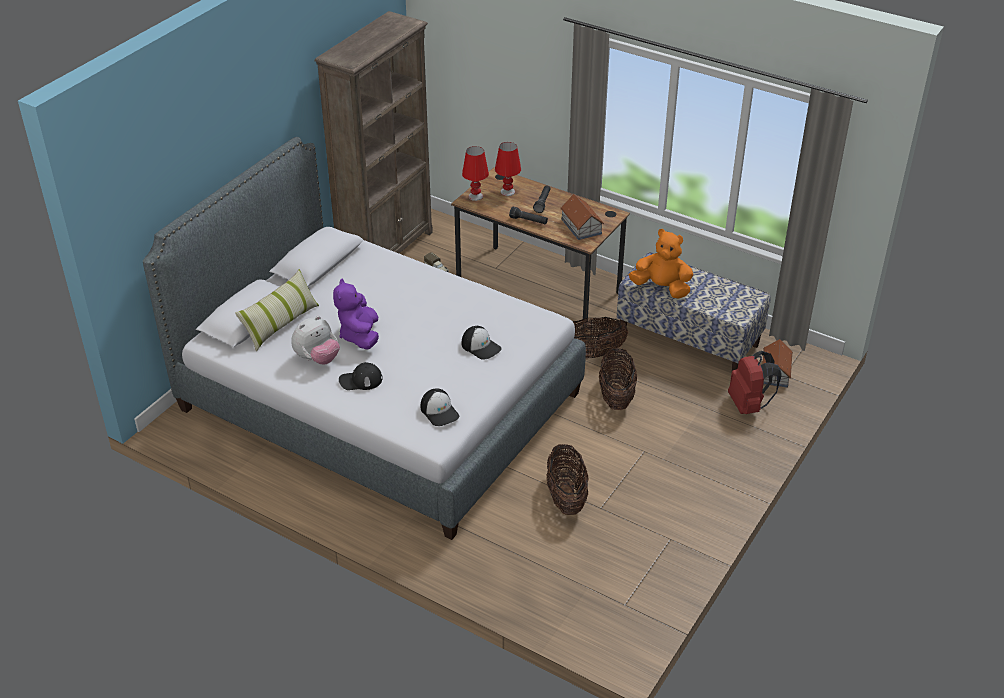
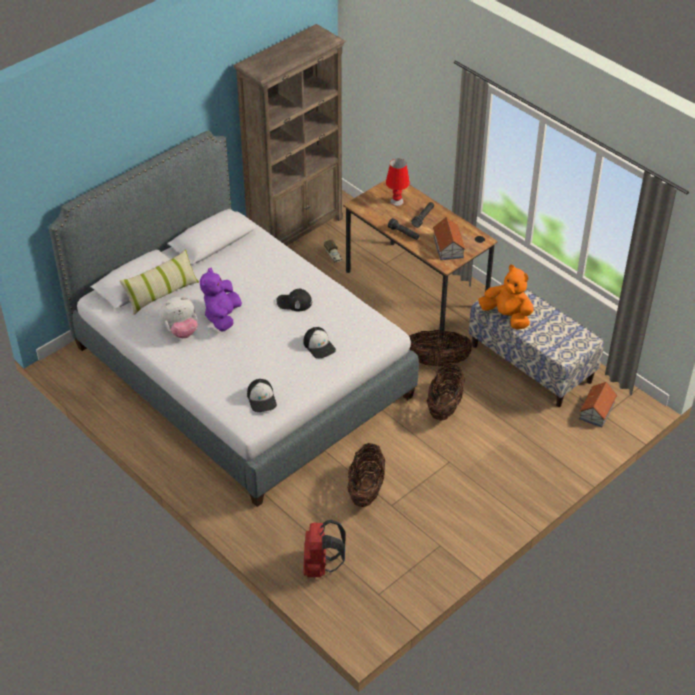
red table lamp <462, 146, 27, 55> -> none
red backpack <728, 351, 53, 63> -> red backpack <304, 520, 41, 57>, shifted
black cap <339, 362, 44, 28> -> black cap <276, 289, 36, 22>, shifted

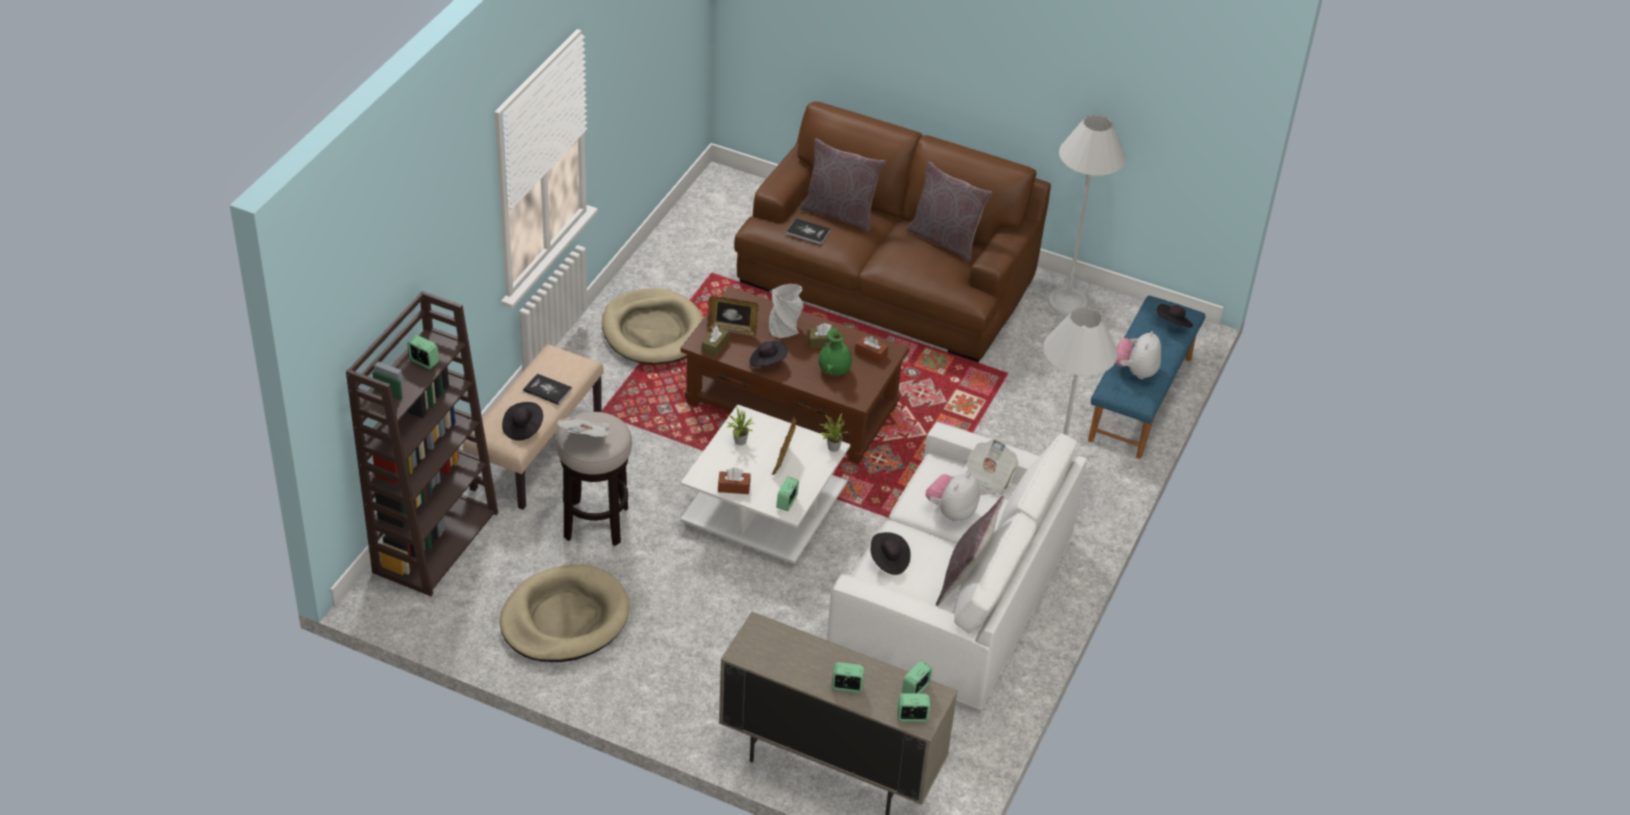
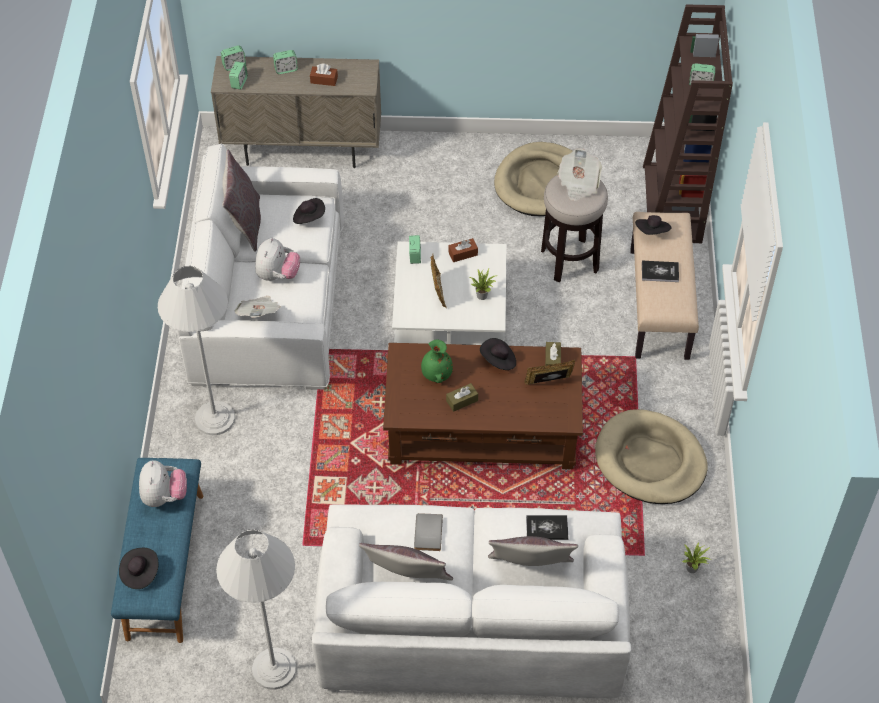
brown sofa <734, 102, 317, 260> -> white sofa <312, 504, 319, 194>
grey vase <769, 284, 35, 54> -> none
brown tissue box <855, 335, 33, 29> -> brown tissue box <310, 63, 28, 23>, shifted
potted plant <819, 413, 29, 39> -> potted plant <682, 542, 29, 31>, shifted
none -> grey book <414, 513, 29, 38>

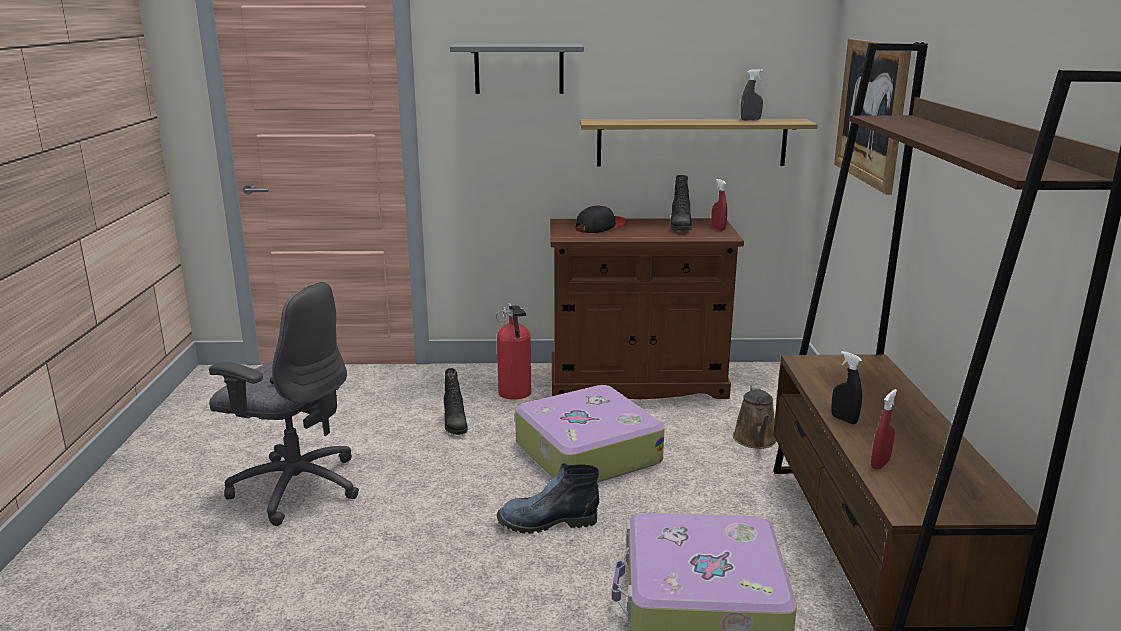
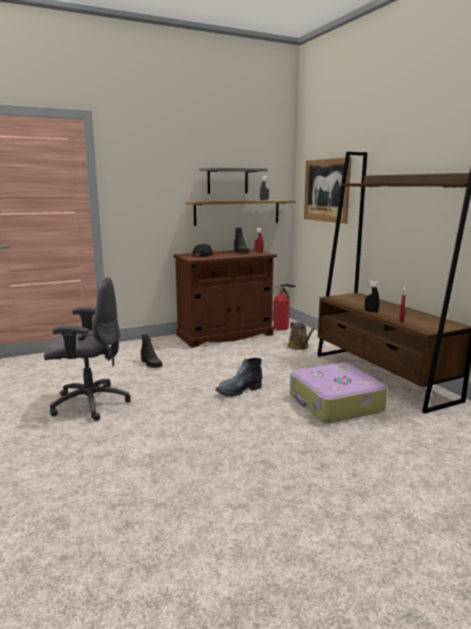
grey shelf <450, 43, 134, 51> -> grey shelf <199, 168, 69, 26>, shifted
fire extinguisher <496, 303, 35, 97> -> fire extinguisher <273, 284, 23, 46>, shifted
suitcase <515, 385, 150, 98> -> none

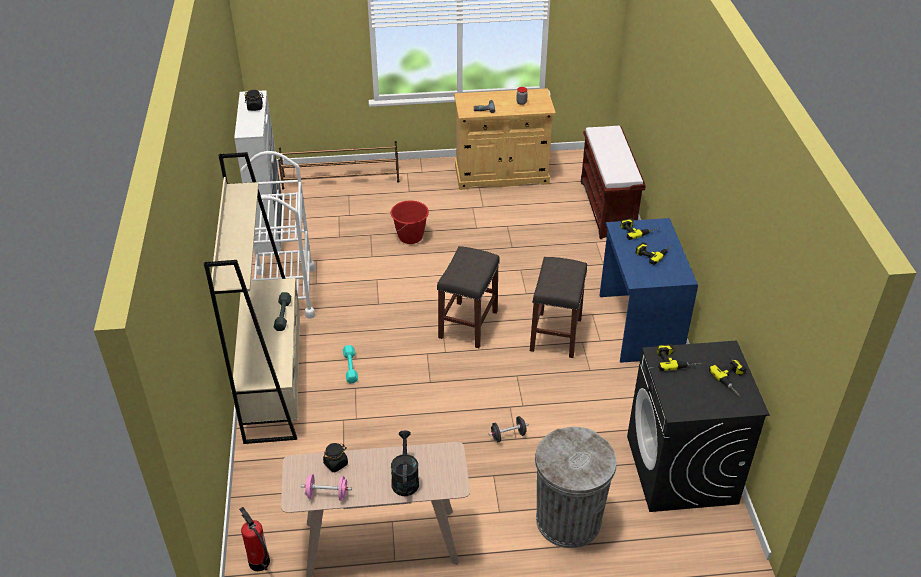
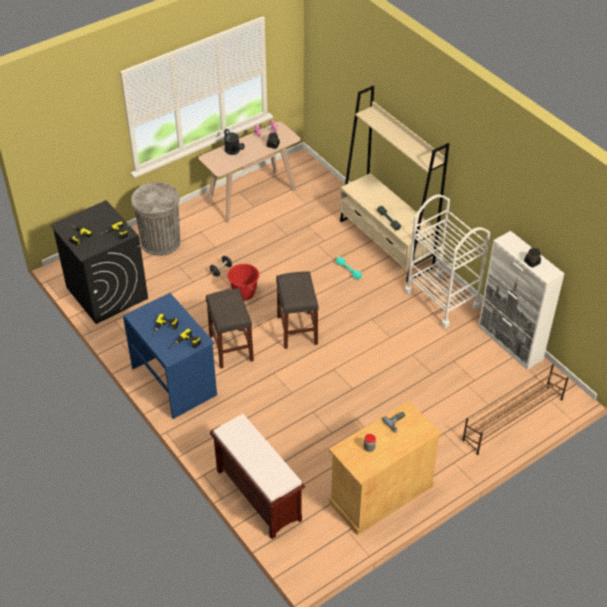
red bucket <391, 200, 38, 44> -> red bucket <227, 264, 32, 37>, shifted
fire extinguisher <239, 507, 31, 64> -> none

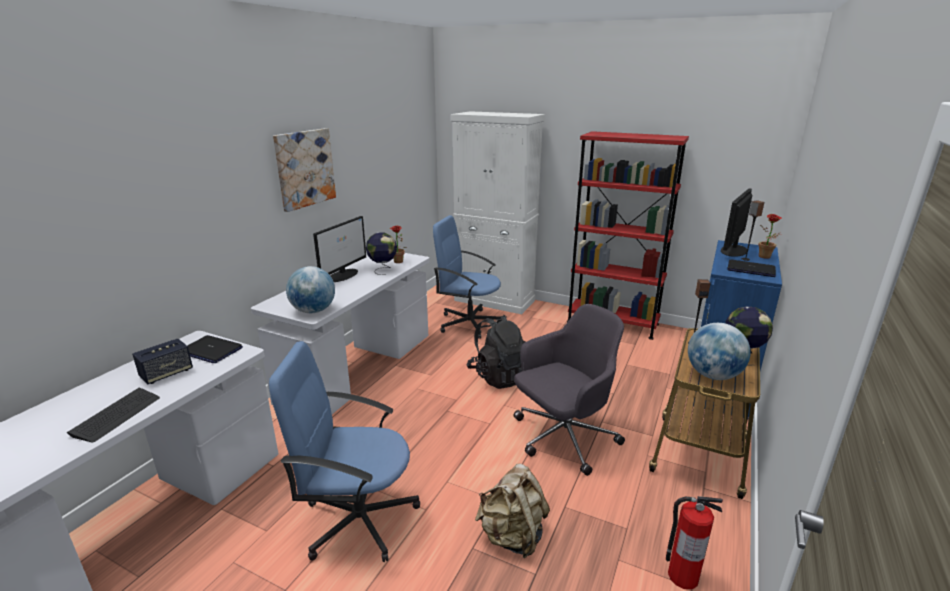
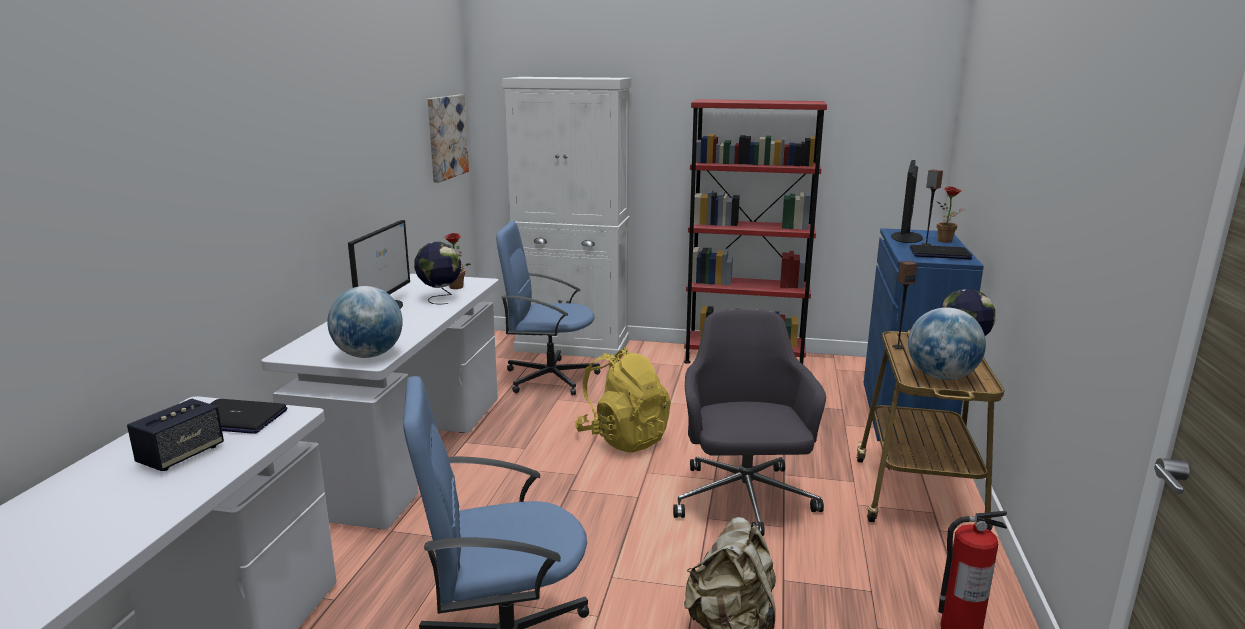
picture <273, 128, 63, 84> -> picture <428, 95, 41, 88>, shifted
grey office chair <514, 304, 111, 172> -> grey office chair <673, 309, 153, 227>, 45 degrees counterclockwise
black backpack <467, 314, 58, 75> -> yellow backpack <575, 347, 96, 106>
keyboard <67, 388, 93, 55> -> none

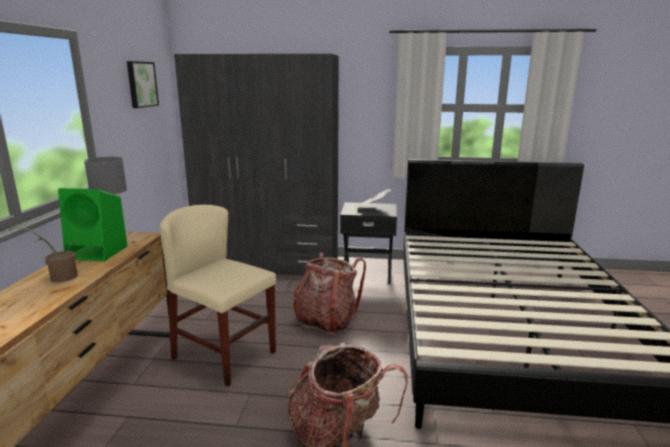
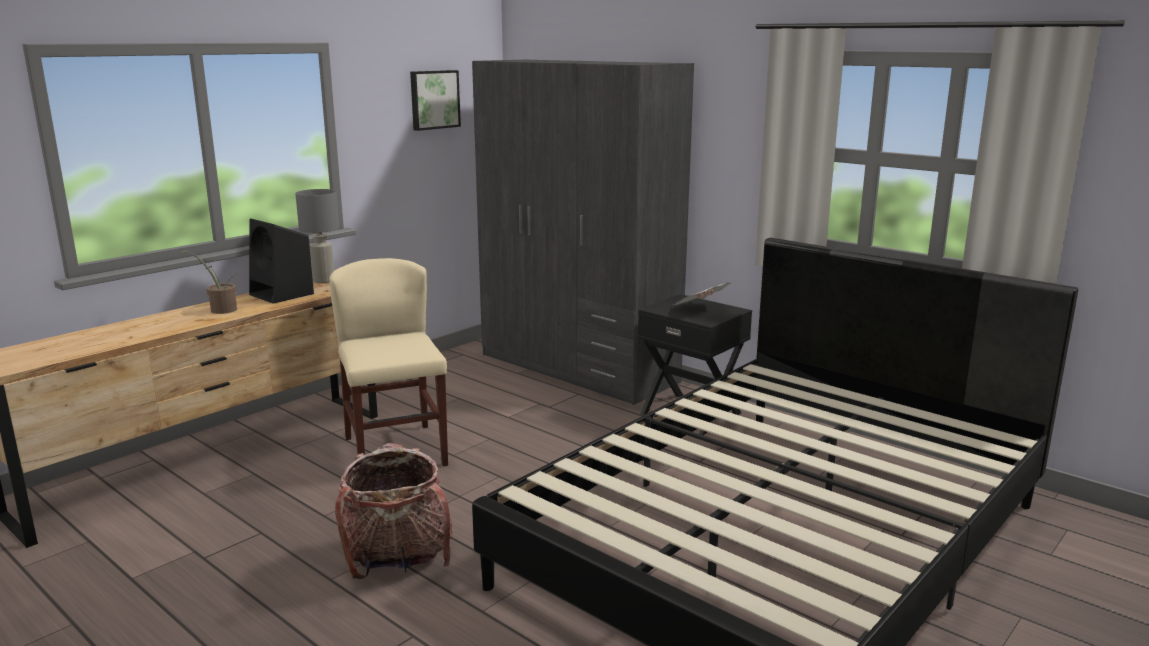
green speaker <58, 188, 69, 73> -> black speaker <249, 218, 65, 86>
backpack <293, 252, 73, 82> -> none

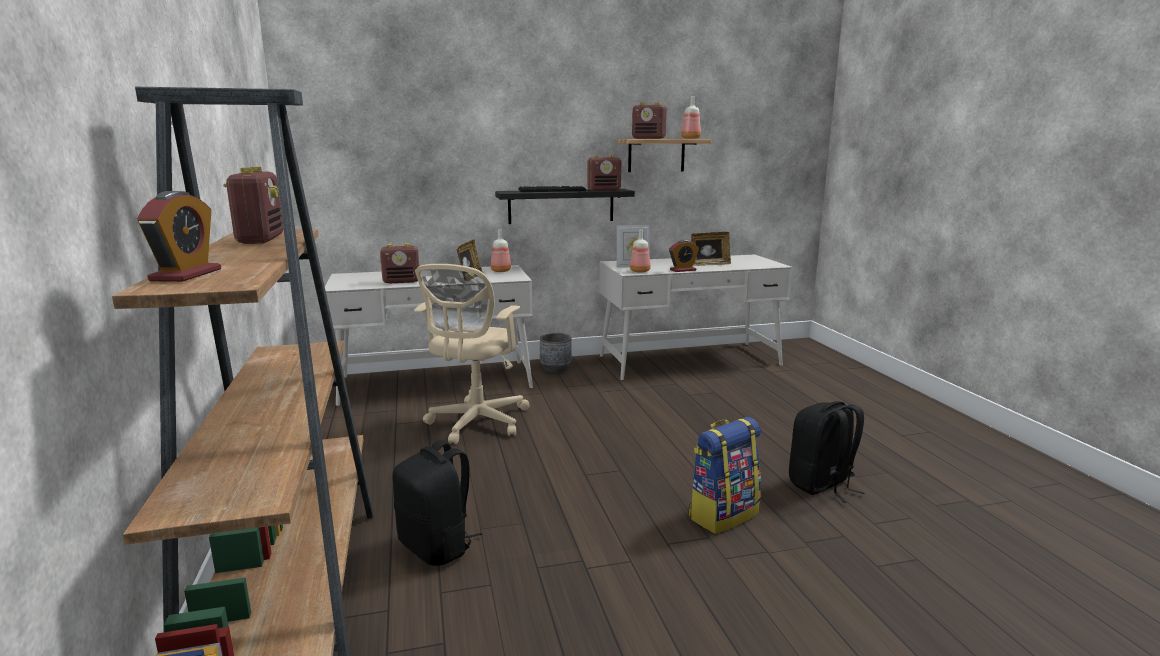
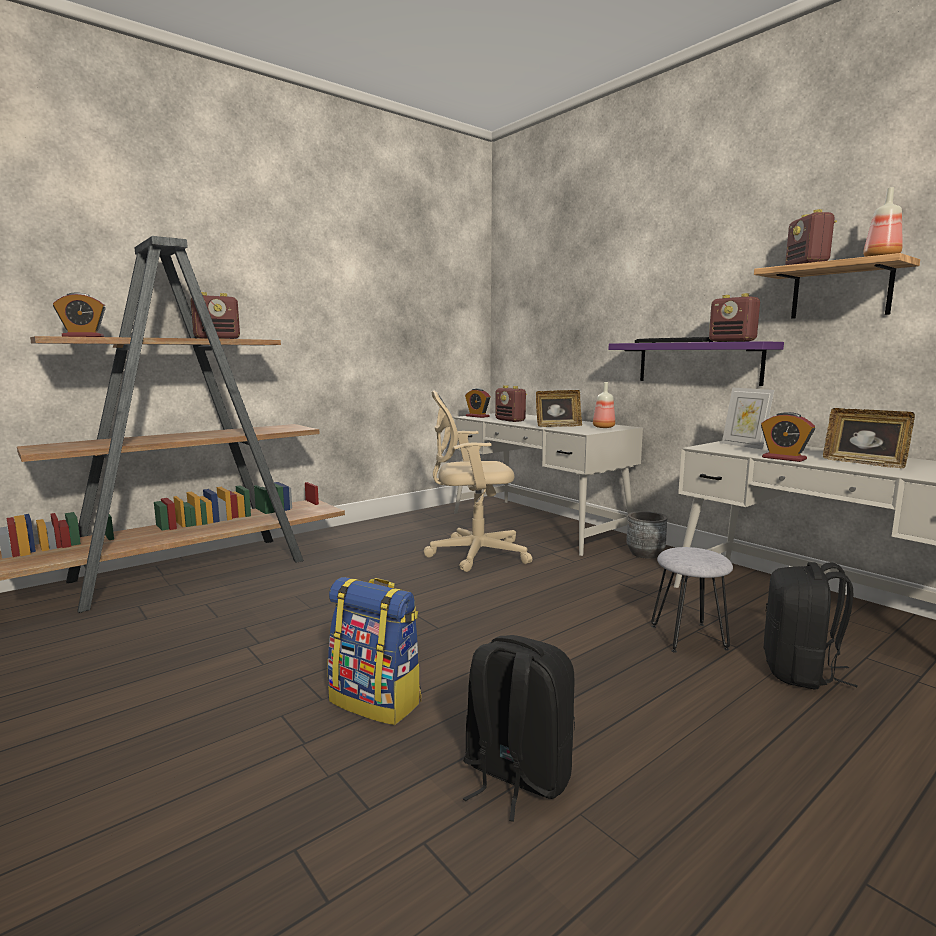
black shelf <495, 189, 140, 35> -> purple shelf <608, 341, 176, 45>
bottle <630, 229, 21, 44> -> none
black backpack <392, 440, 90, 126> -> black backpack <764, 562, 94, 127>, shifted
none -> alarm clock <465, 388, 25, 30>
none -> grey stool <651, 547, 82, 106>

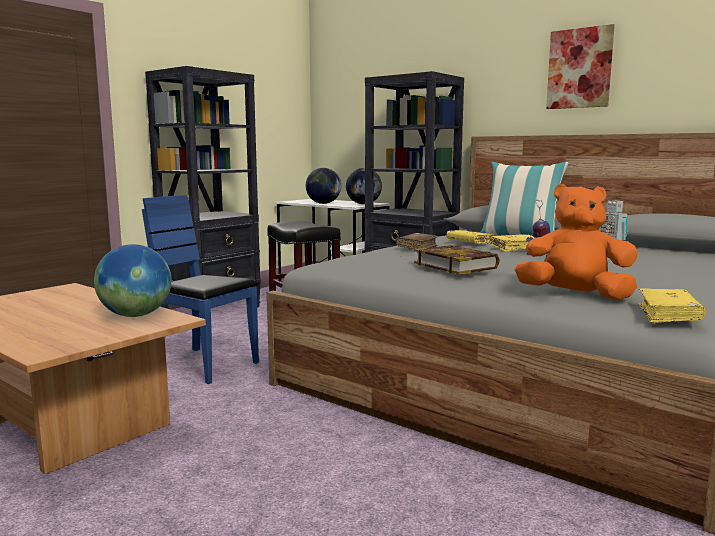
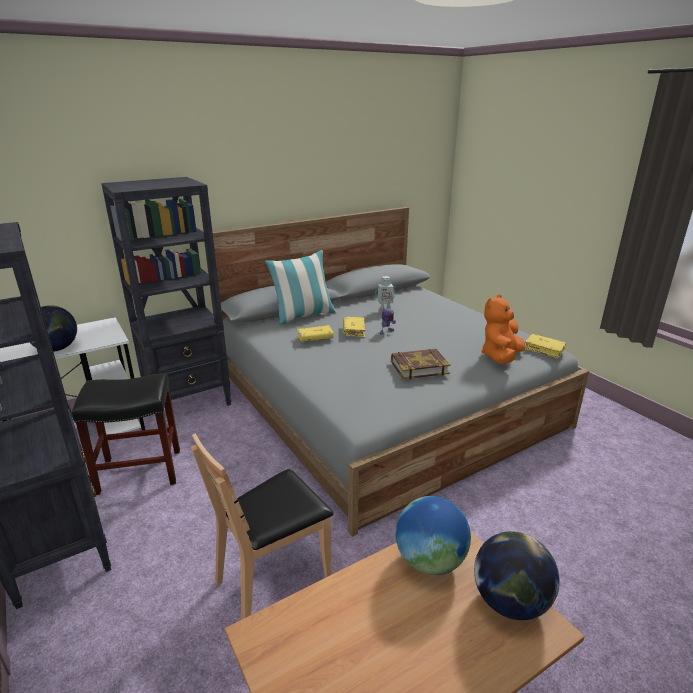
picture <546, 24, 69, 85> -> none
globe <346, 168, 36, 36> -> globe <474, 531, 86, 89>, shifted
blue chair <142, 195, 117, 189> -> brown chair <191, 433, 142, 187>
brown book <396, 233, 42, 16> -> none

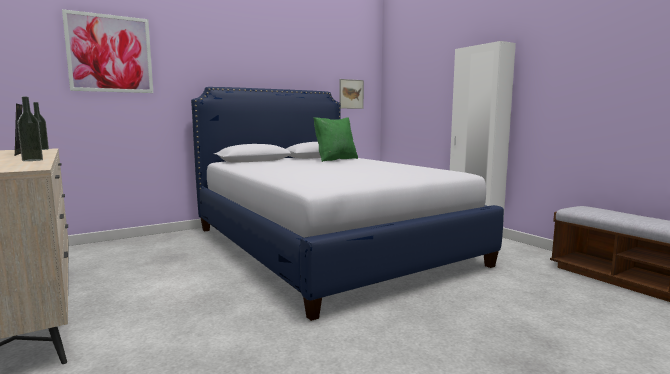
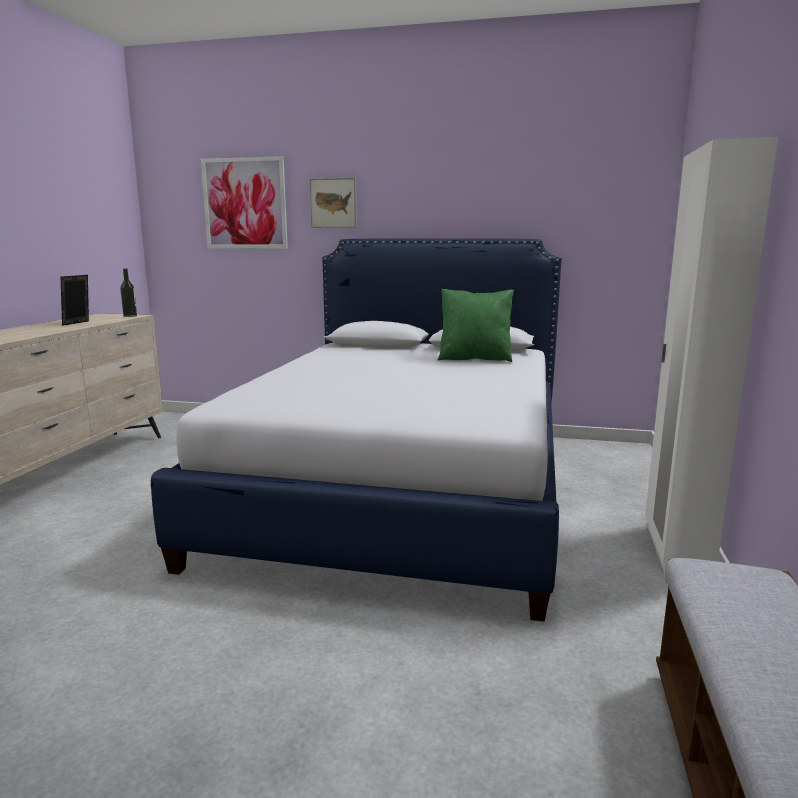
picture <339, 79, 25, 30> -> picture <310, 178, 47, 50>, shifted
bottle <17, 97, 26, 64> -> none

